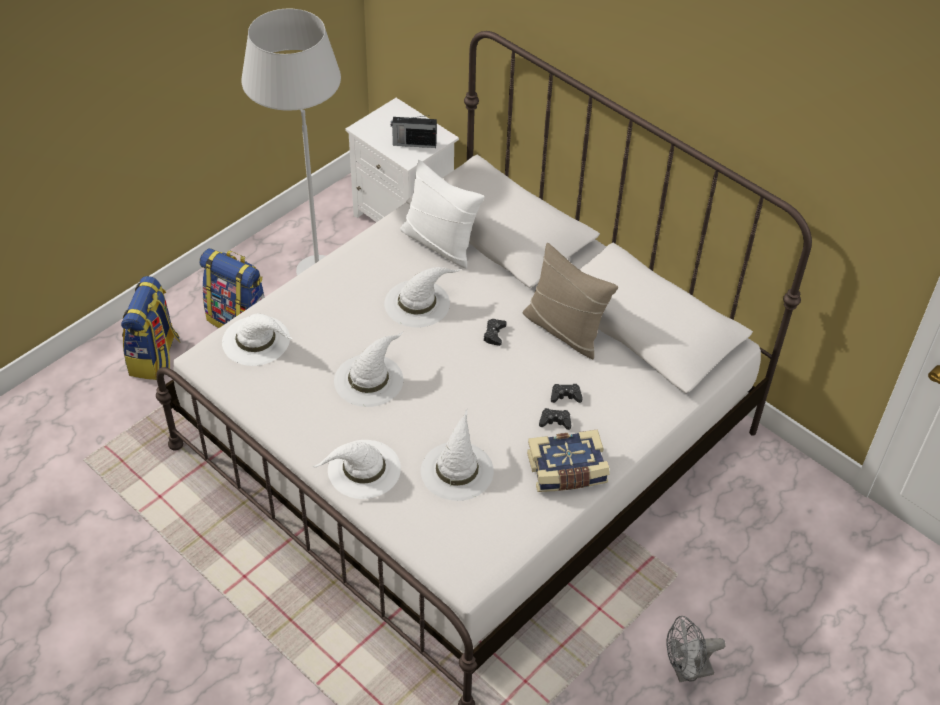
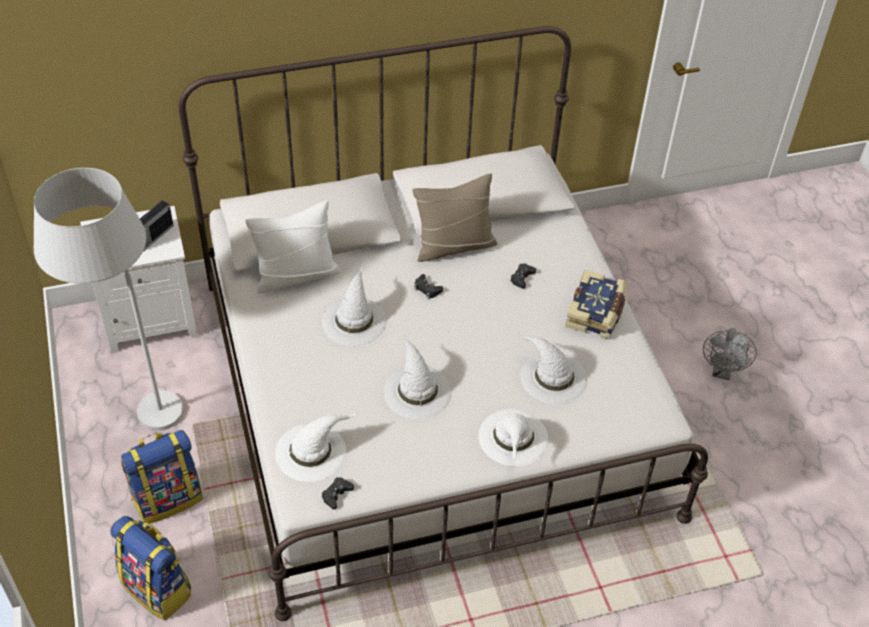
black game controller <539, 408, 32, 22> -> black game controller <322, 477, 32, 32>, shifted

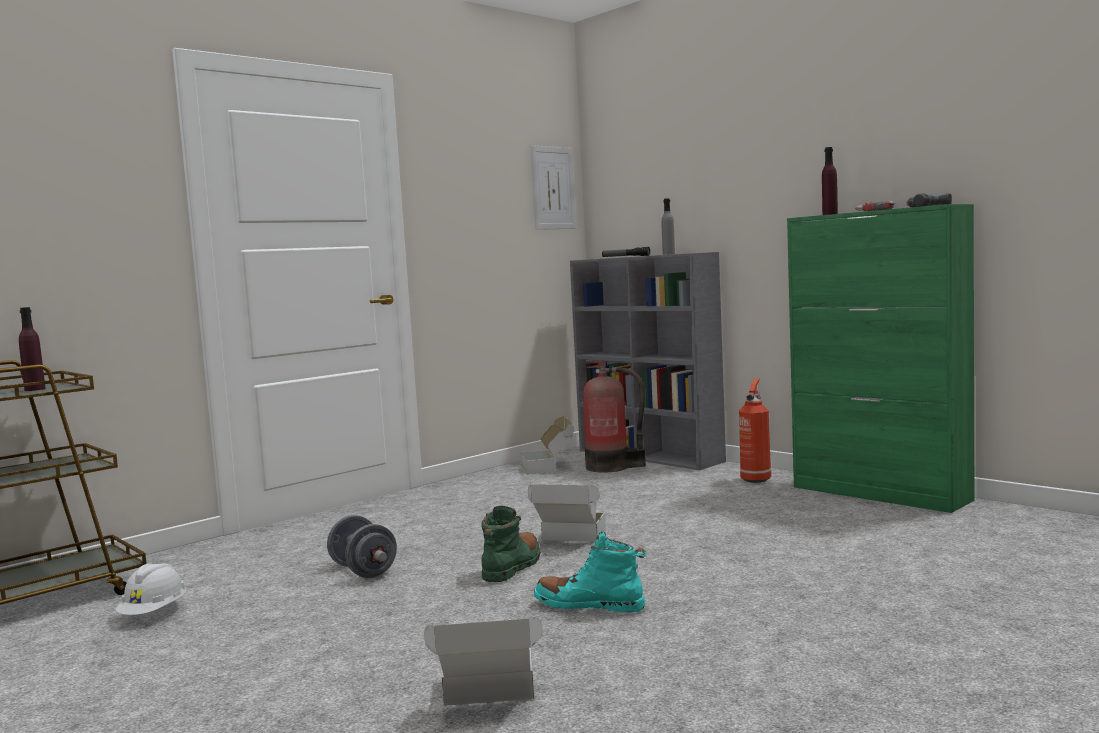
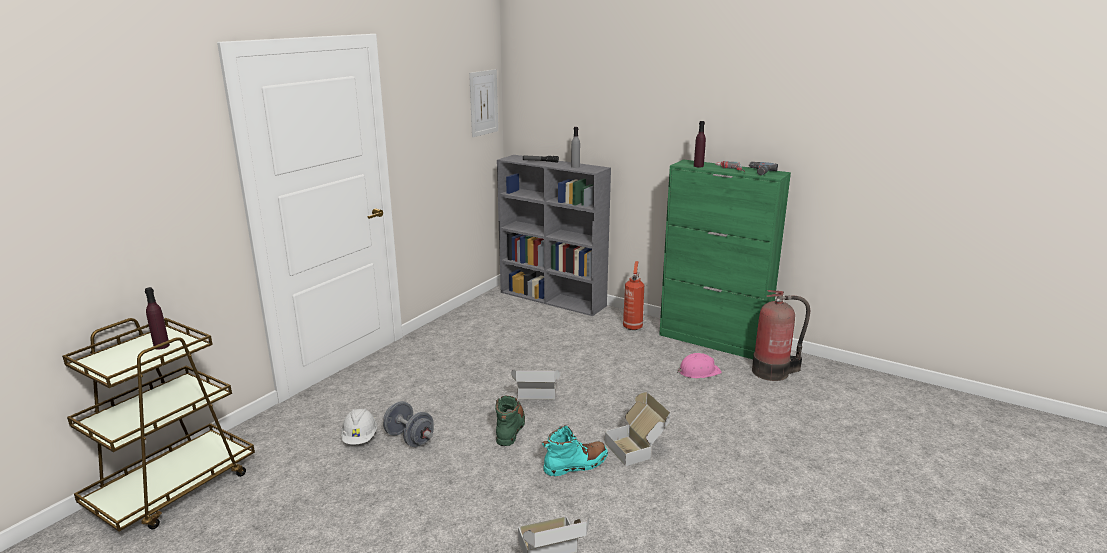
fire extinguisher <583, 360, 63, 112> -> fire extinguisher <752, 290, 58, 91>, shifted
cardboard box <520, 416, 53, 59> -> cardboard box <604, 392, 66, 74>, shifted
turquoise boot <534, 532, 112, 80> -> turquoise boot <542, 425, 66, 52>, 150 degrees clockwise
white hard hat <115, 563, 71, 52> -> white hard hat <341, 409, 36, 36>, shifted
none -> pink hard hat <677, 353, 45, 25>

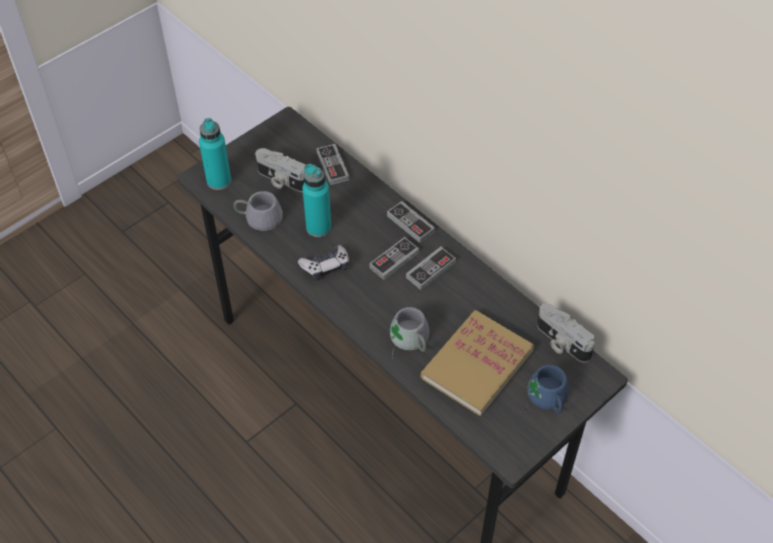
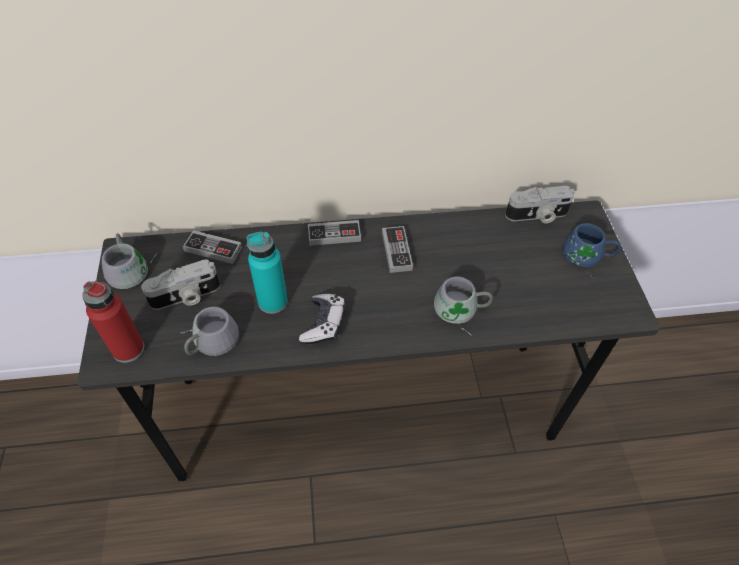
turquoise bottle <199, 118, 32, 72> -> red bottle <82, 281, 62, 82>
game controller <369, 237, 51, 43> -> none
book <421, 310, 113, 107> -> none
none -> grey mug <102, 233, 54, 56>

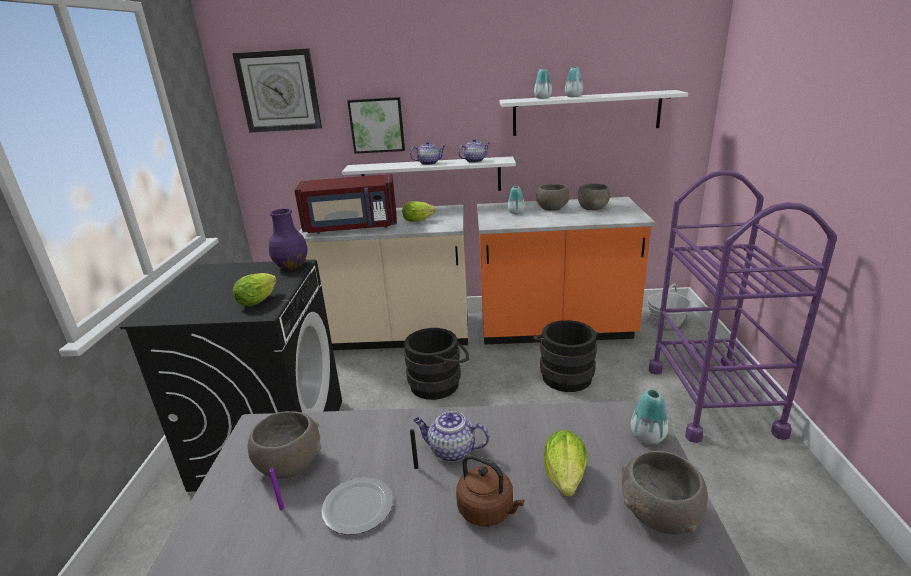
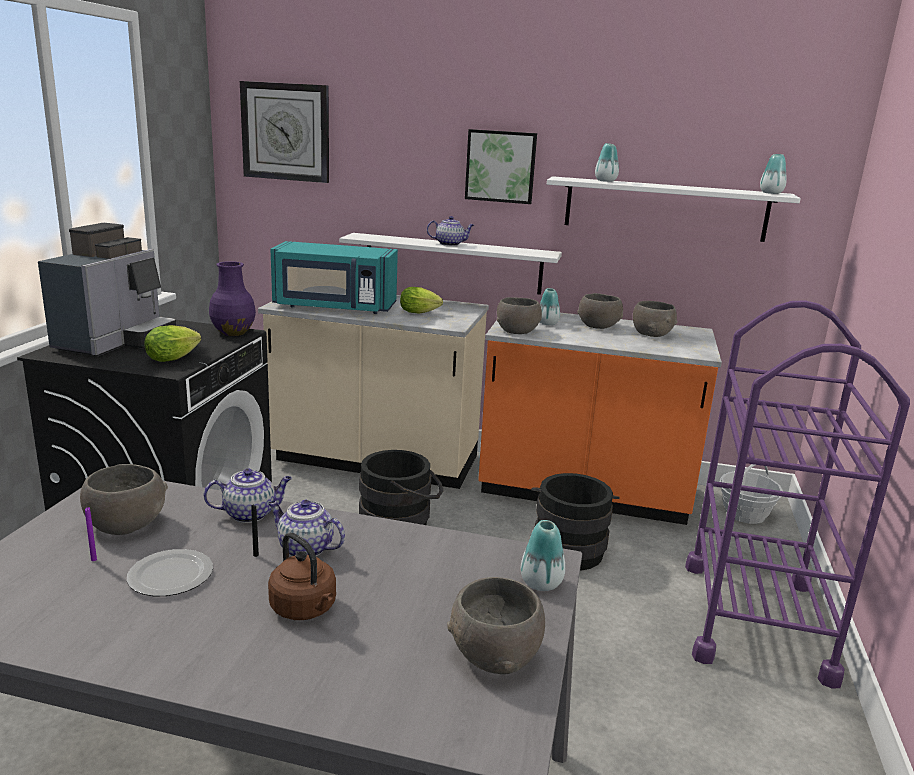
vase <565, 67, 18, 30> -> vase <760, 154, 27, 40>, shifted
picture <347, 97, 58, 57> -> picture <465, 129, 72, 75>, shifted
teapot <458, 139, 32, 24> -> teapot <204, 468, 88, 55>, shifted
red microwave <294, 174, 103, 60> -> turquoise microwave <271, 241, 127, 73>
lettuce <544, 430, 43, 67> -> none
none -> coffee machine <38, 223, 138, 133>
none -> grey bowl <497, 297, 45, 37>

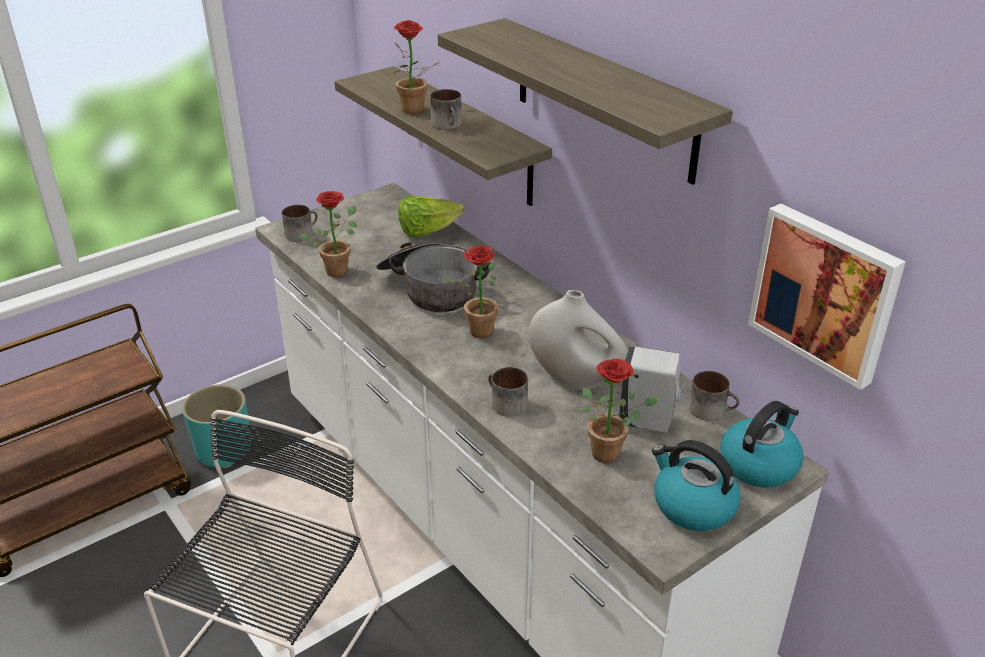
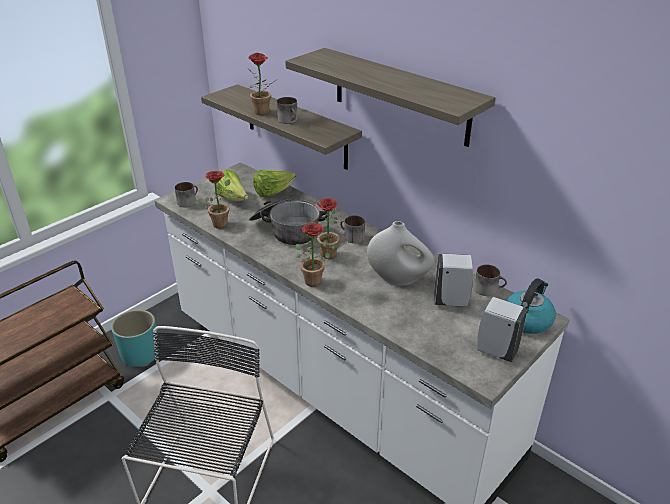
picture <748, 203, 158, 187> -> none
potted plant <582, 359, 78, 104> -> potted plant <296, 223, 44, 64>, shifted
mug <488, 367, 40, 50> -> mug <340, 215, 25, 28>, shifted
kettle <652, 440, 89, 91> -> white soap dispenser <478, 297, 50, 66>
none -> lettuce <216, 170, 33, 31>

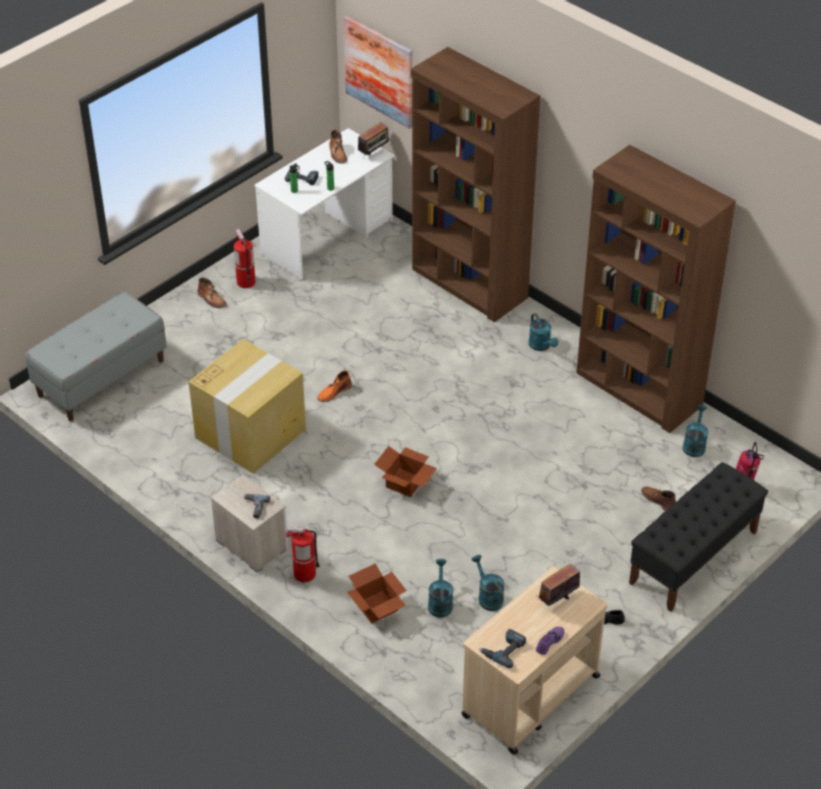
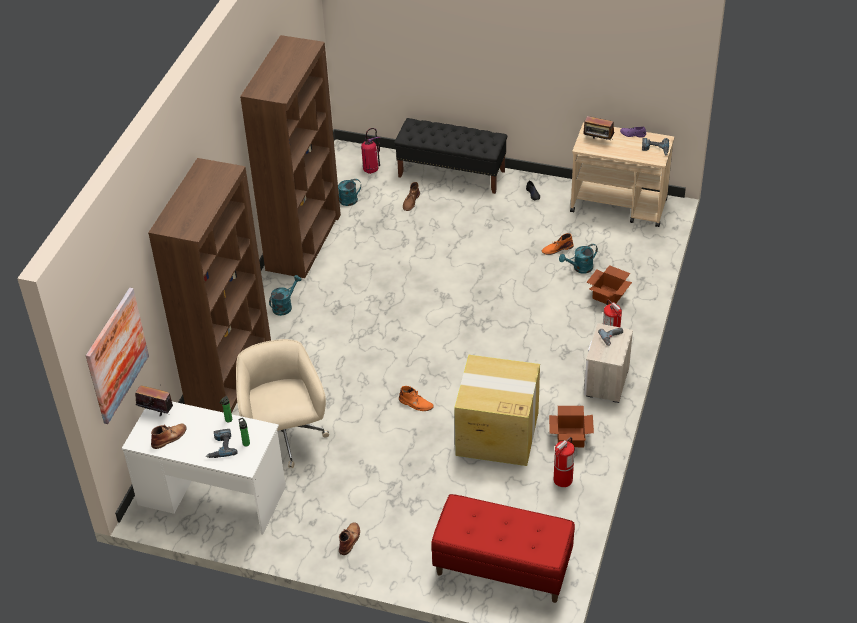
fire extinguisher <234, 229, 22, 59> -> fire extinguisher <554, 437, 21, 50>, shifted
grey bench <25, 291, 142, 130> -> red bench <431, 494, 144, 109>
cardboard box <374, 446, 63, 51> -> cardboard box <549, 406, 45, 41>, shifted
turquoise watering can <471, 555, 34, 56> -> orange boot <542, 233, 31, 22>
none -> beige office chair <236, 339, 93, 129>

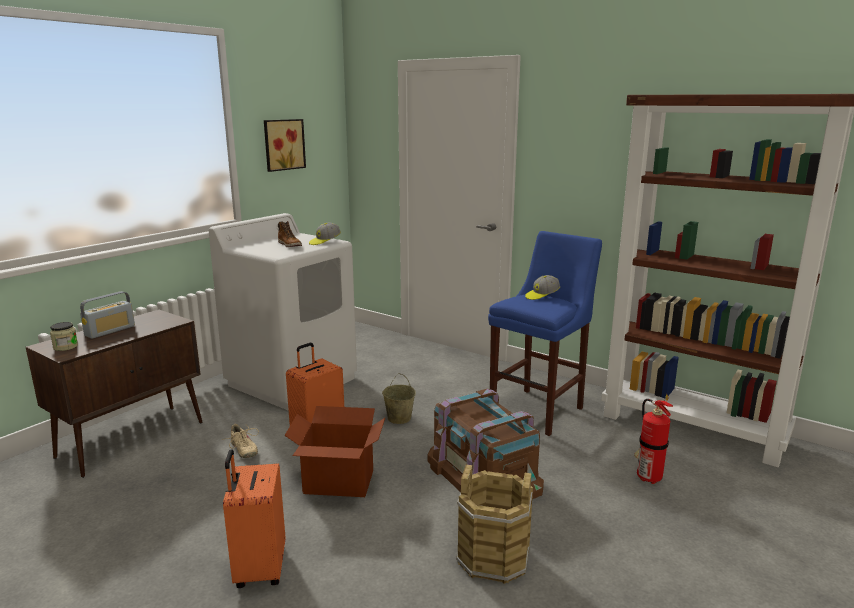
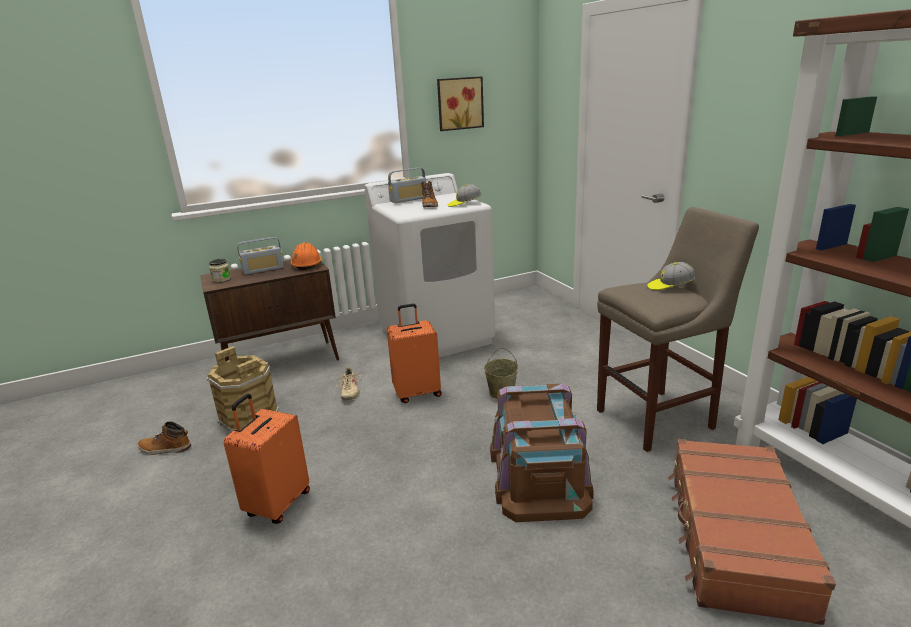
blue stool <488, 231, 114, 205> -> beige stool <597, 207, 162, 245>
fire extinguisher <634, 394, 39, 90> -> brown suitcase <668, 439, 168, 186>
cardboard box <284, 406, 101, 91> -> none
brown bucket <456, 465, 77, 119> -> brown bucket <207, 346, 72, 86>, shifted
none -> radio <388, 168, 38, 35>
none -> orange hard hat <290, 242, 32, 28>
none -> boot <138, 422, 53, 33>

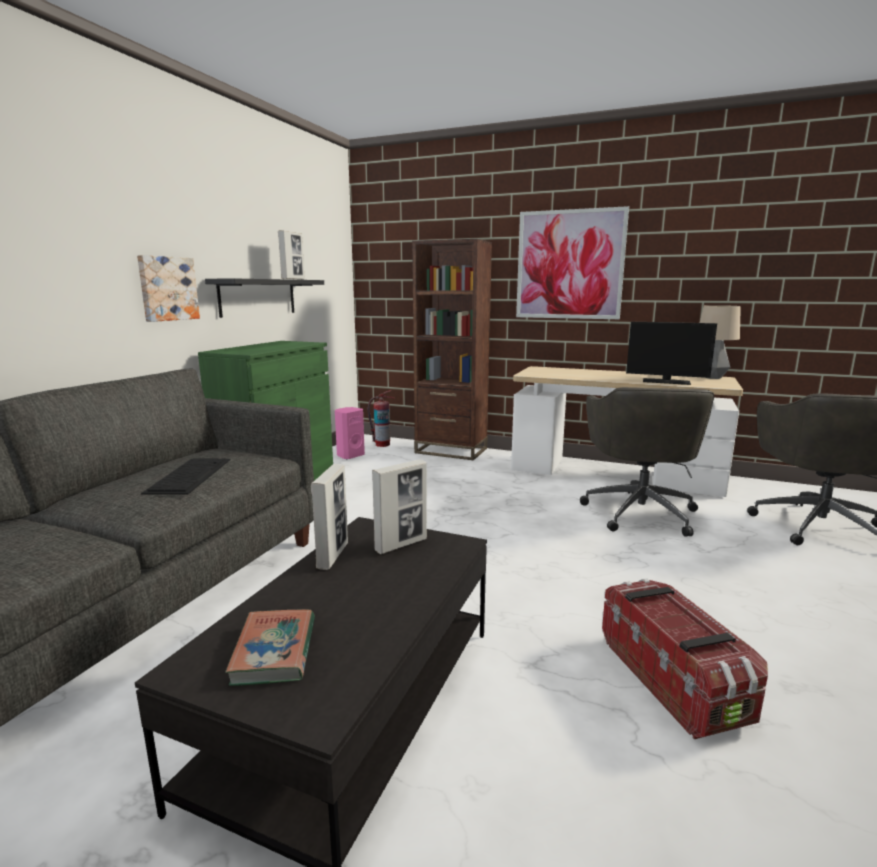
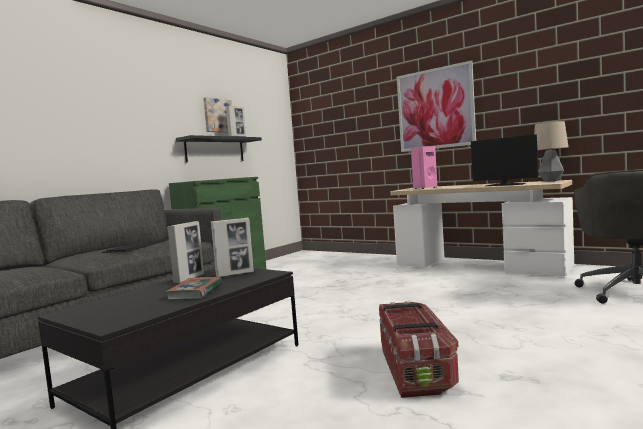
brown bookcase <412, 239, 80, 221> -> none
picture <137, 255, 63, 67> -> picture <203, 97, 29, 36>, shifted
grey office chair <580, 387, 134, 150> -> none
fire extinguisher <367, 390, 28, 57> -> none
pink speaker <335, 407, 30, 52> -> pink speaker <411, 146, 26, 43>, shifted
book <225, 609, 90, 77> -> book <165, 277, 57, 23>, shifted

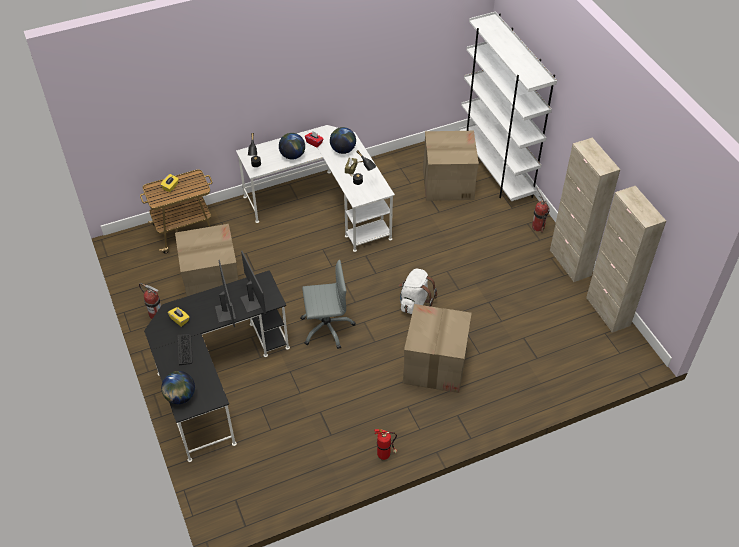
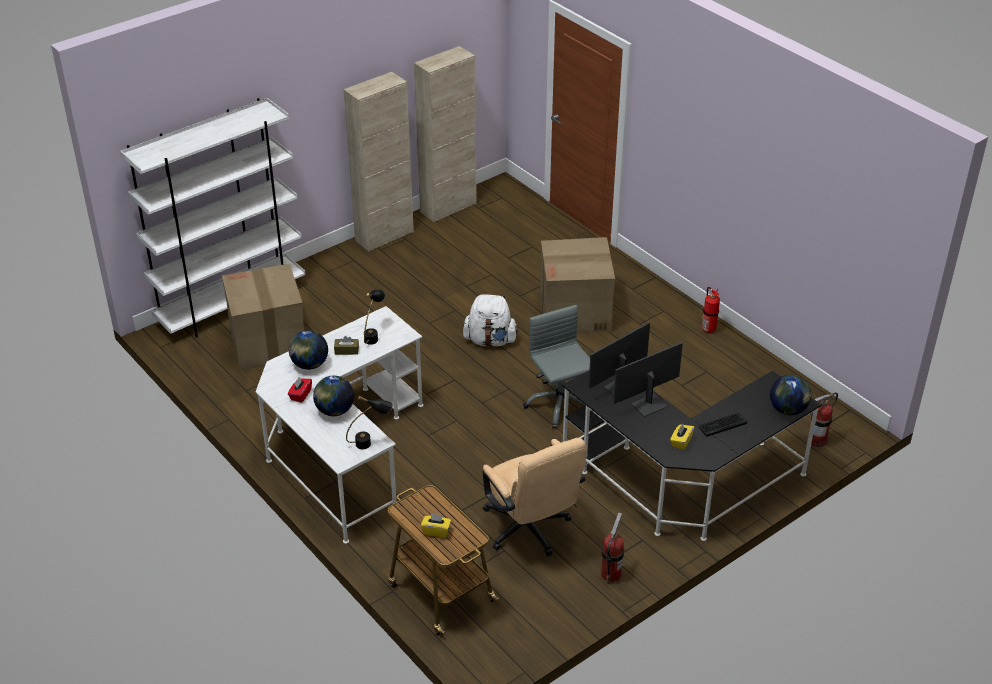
fire extinguisher <532, 188, 18, 44> -> fire extinguisher <811, 392, 27, 55>, shifted
cardboard box <175, 224, 63, 72> -> beige office chair <482, 438, 104, 118>

